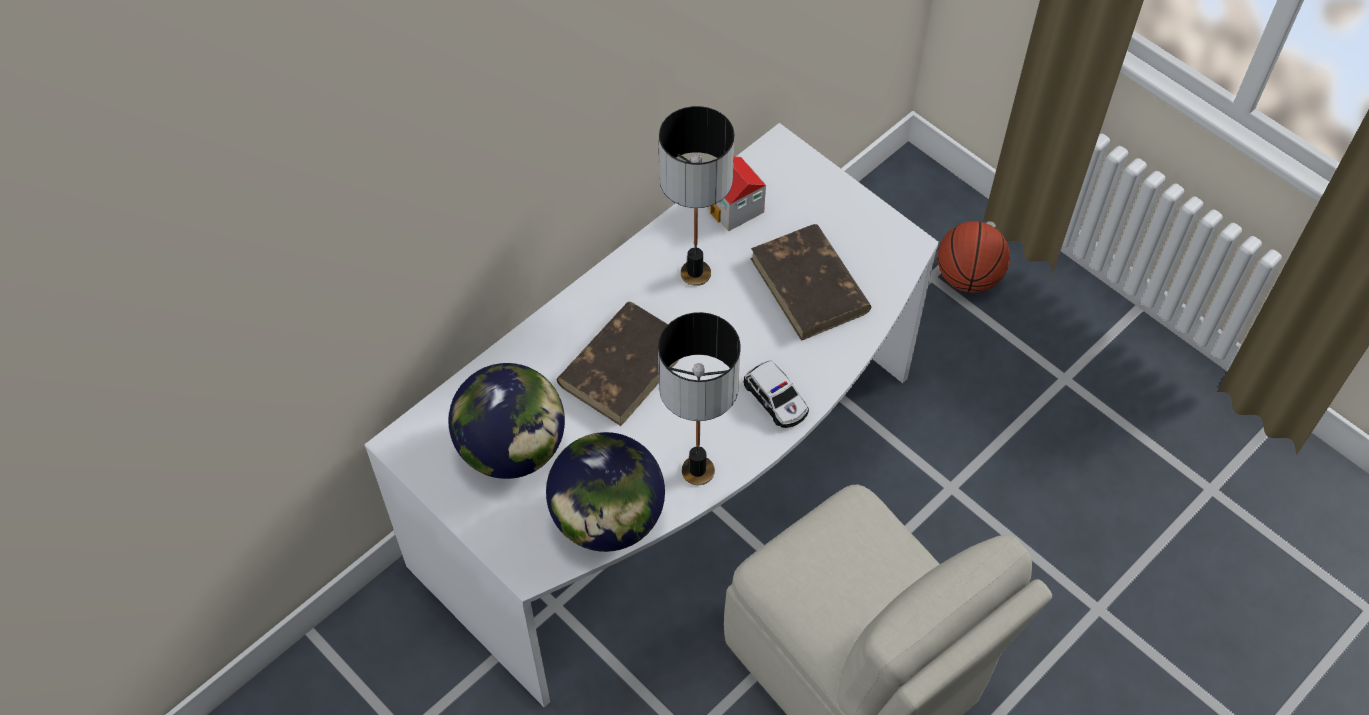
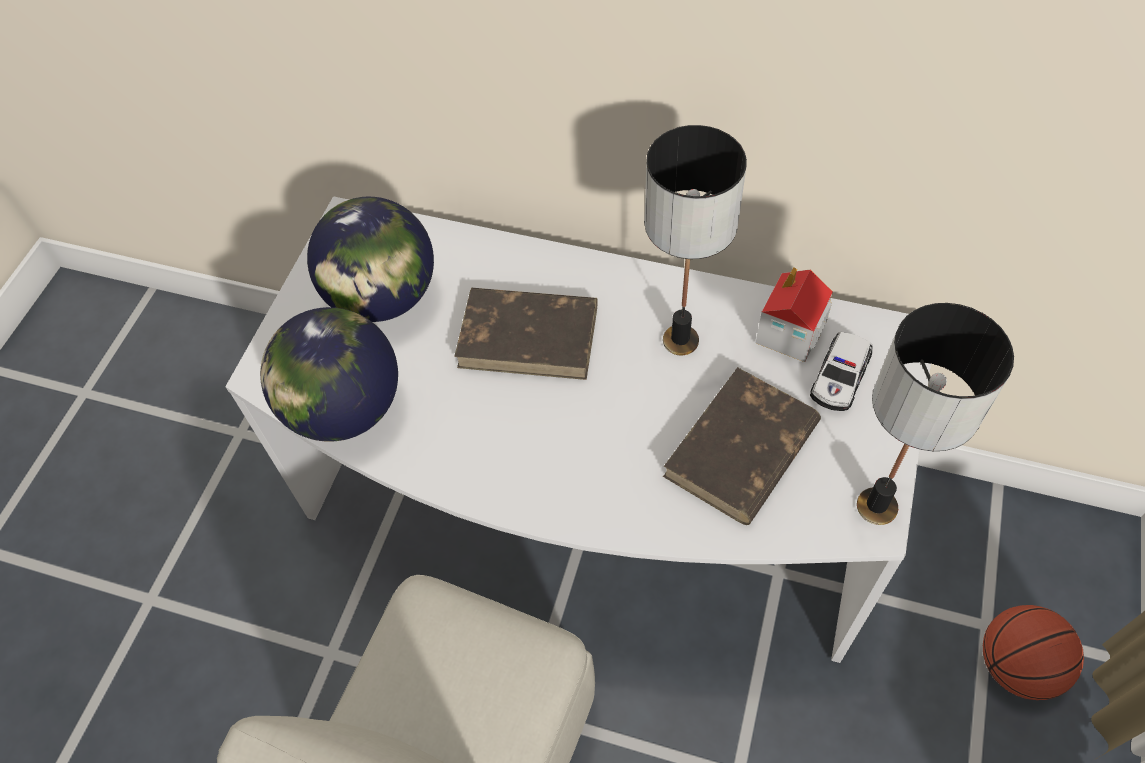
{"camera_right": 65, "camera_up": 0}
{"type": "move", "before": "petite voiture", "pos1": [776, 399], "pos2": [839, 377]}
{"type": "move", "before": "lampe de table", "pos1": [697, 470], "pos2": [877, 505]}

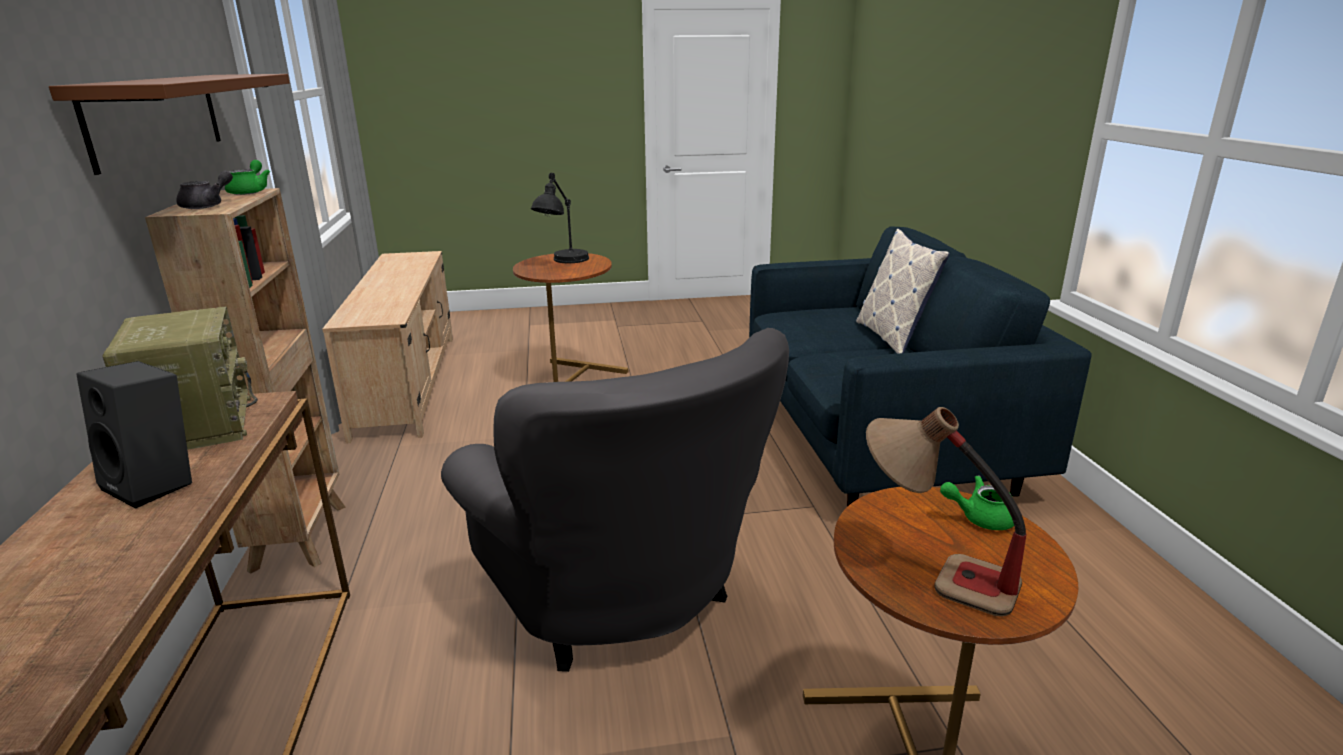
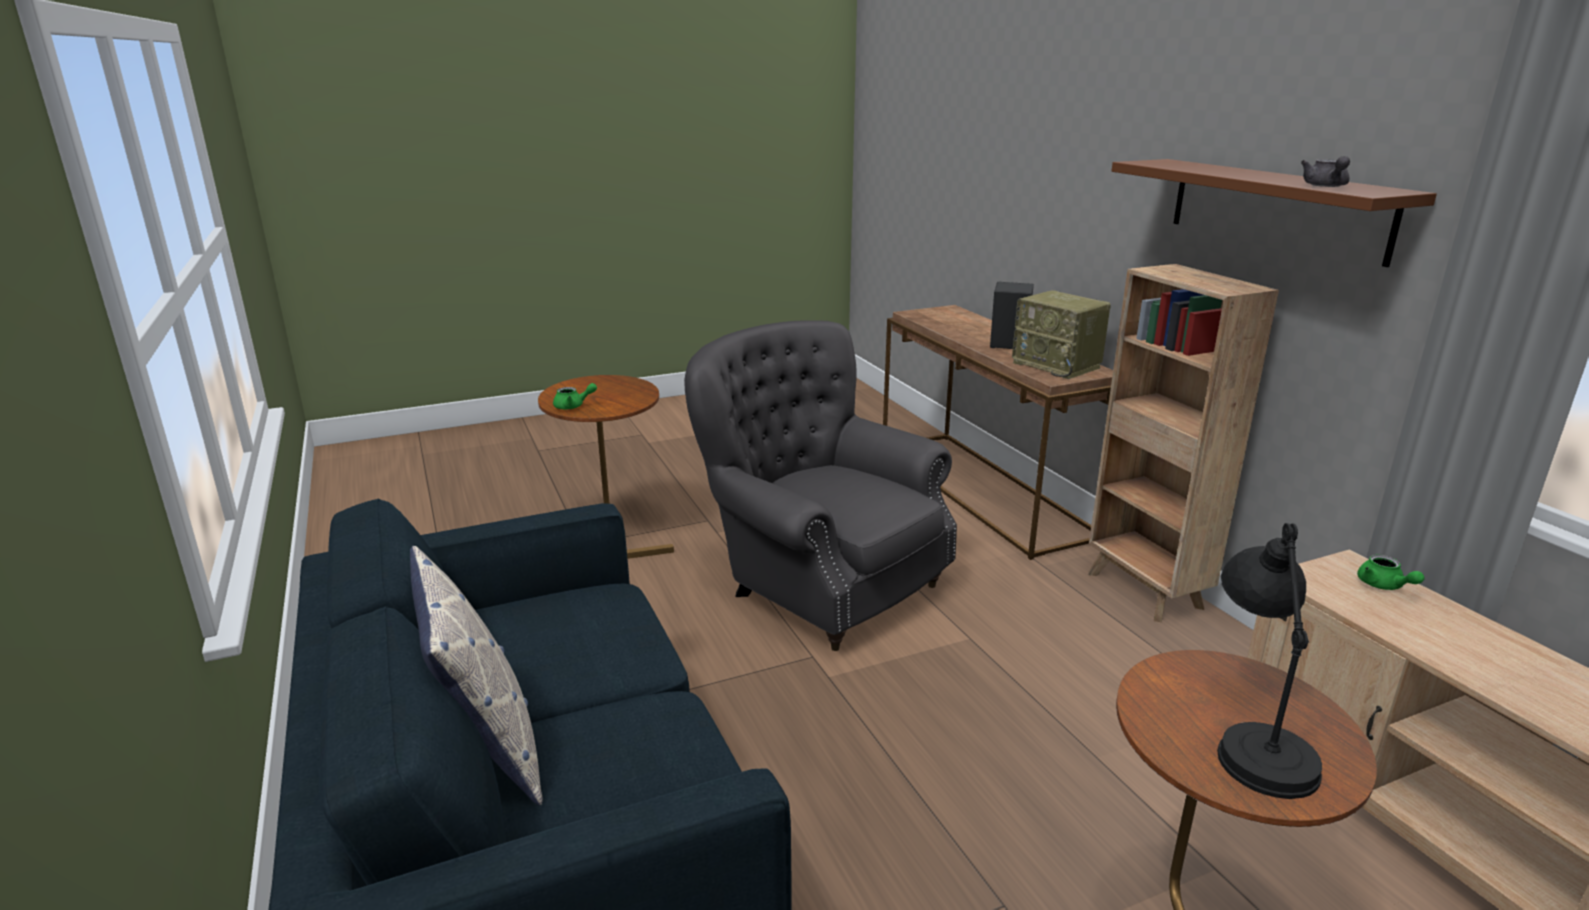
{"camera_right": 165, "camera_up": 0}
{"type": "move", "before": "théière (gris)", "pos1": [208, 205], "pos2": [1326, 186]}
{"type": "move", "before": "théière (vert)", "pos1": [250, 191], "pos2": [1383, 586]}
{"type": "delete", "before": "lampe de table", "pos1": [932, 573]}

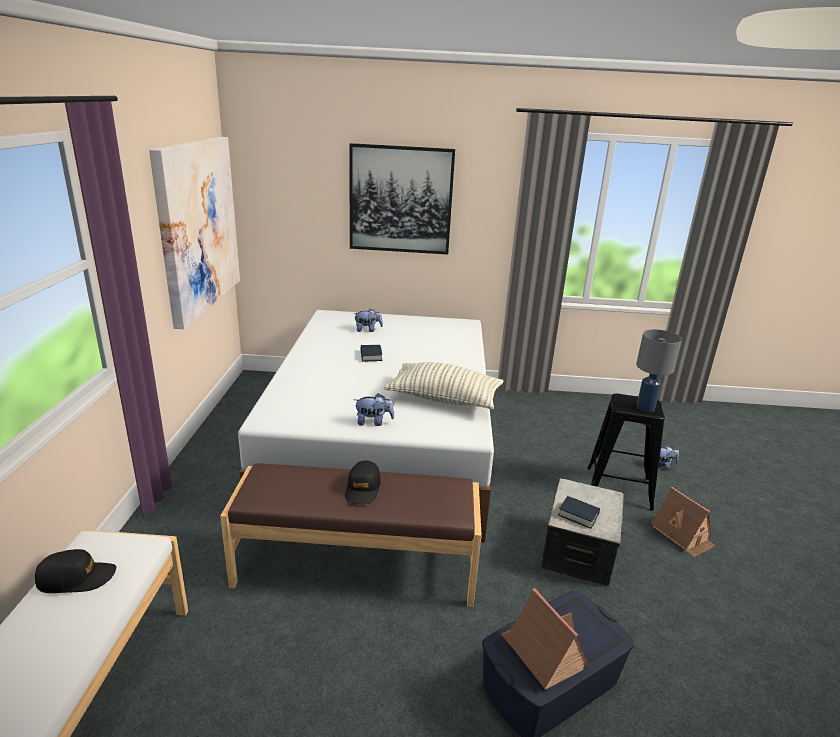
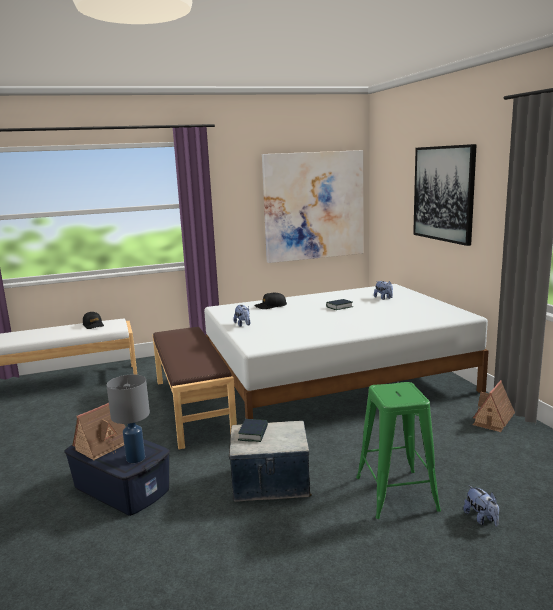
{"camera_right": 70, "camera_up": -10}
{"type": "move", "before": "lampe de table (gris)", "pos1": [645, 408], "pos2": [135, 458]}
{"type": "move", "before": "casquette (noir)", "pos1": [363, 488], "pos2": [270, 306]}
{"type": "recolor", "before": "tabouret (noir)", "after": "tabouret (vert)", "pos1": [618, 488], "pos2": [396, 493]}
{"type": "move", "before": "maison miniature", "pos1": [682, 535], "pos2": [492, 420]}
{"type": "delete", "before": "coussin", "pos1": [444, 399]}

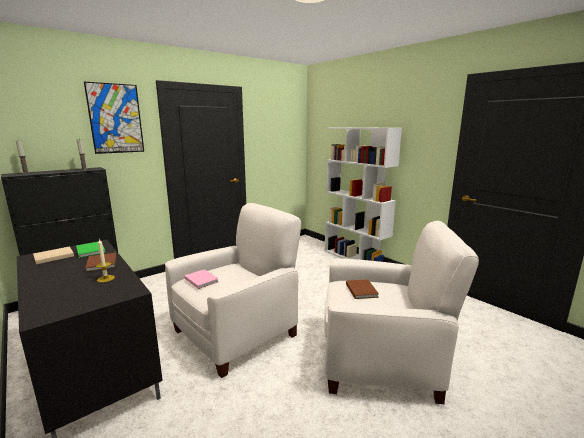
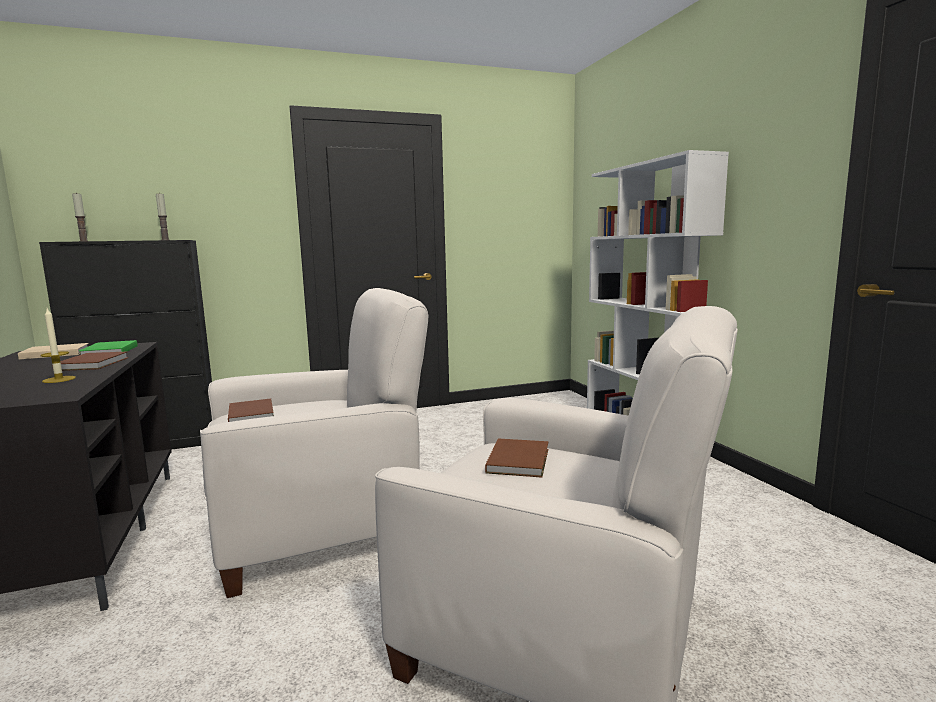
{"camera_right": 20, "camera_up": -5}
{"type": "recolor", "before": "livre (rose)", "after": "livre (marron)", "pos1": [201, 279], "pos2": [252, 413]}
{"type": "delete", "before": "tableau", "pos1": [115, 118]}

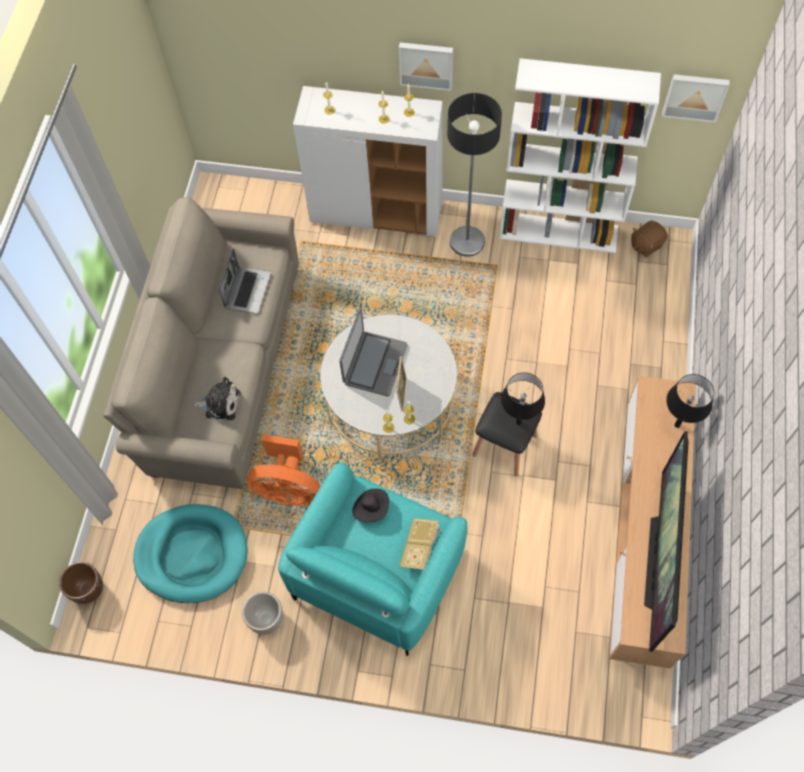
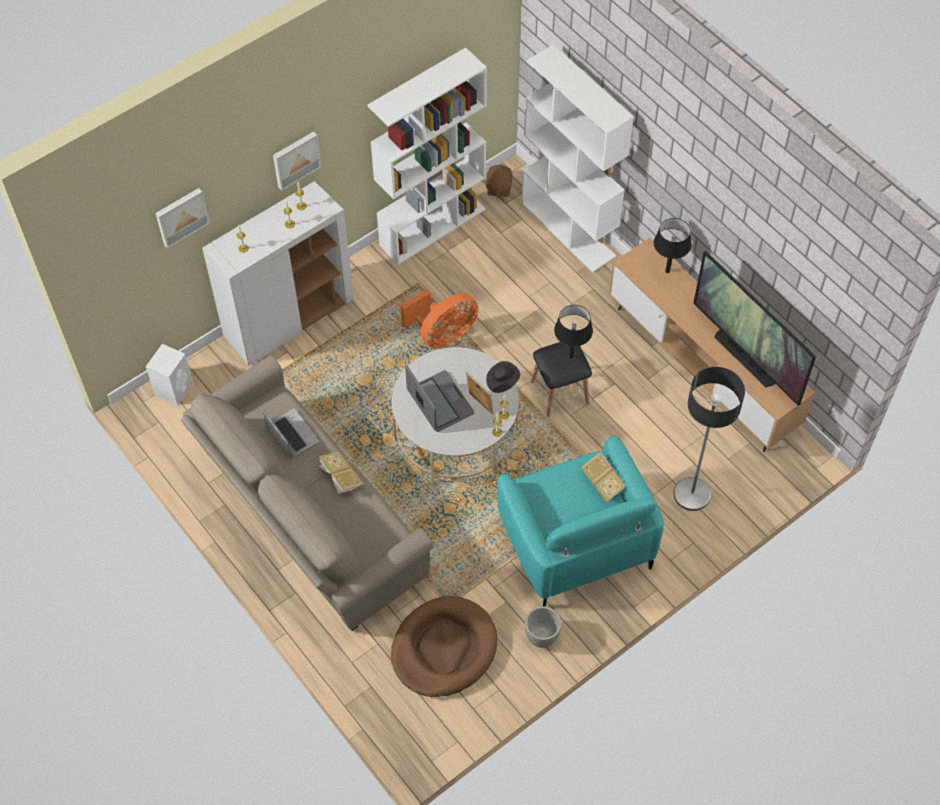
{"camera_right": -50, "camera_up": -5}
{"type": "insert", "after": "enceinte (blanc)", "pos2": [174, 388]}
{"type": "move", "before": "tableau", "pos1": [695, 96], "pos2": [181, 216]}
{"type": "insert", "after": "livre", "pos2": [340, 478]}
{"type": "recolor", "before": "panier pour chien (turquoise)", "after": "panier pour chien (marron)", "pos1": [192, 554], "pos2": [444, 648]}
{"type": "move", "before": "ventilateur (orange)", "pos1": [288, 489], "pos2": [442, 334]}
{"type": "move", "before": "chapeau (noir)", "pos1": [371, 508], "pos2": [502, 381]}
{"type": "insert", "after": "bibliothèque (blanc)", "pos2": [569, 229]}
{"type": "move", "before": "lampadaire", "pos1": [467, 241], "pos2": [691, 494]}
{"type": "delete", "before": "cache-pot (marron)", "pos1": [89, 590]}
{"type": "delete", "before": "peluche", "pos1": [220, 403]}

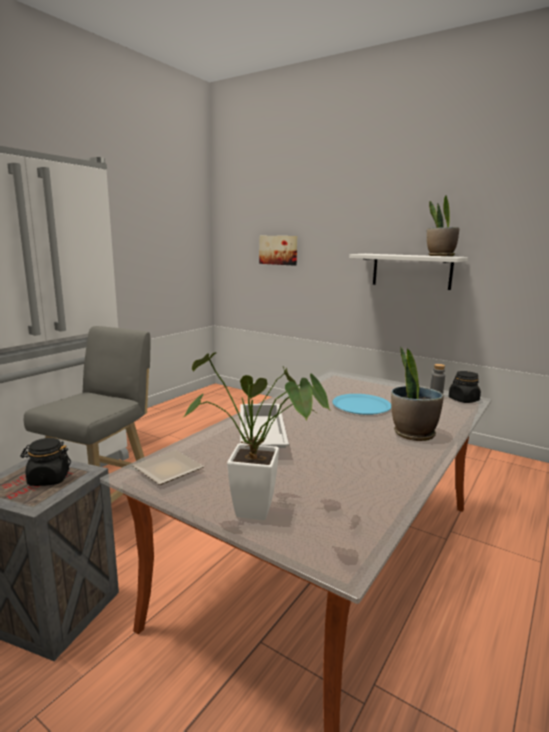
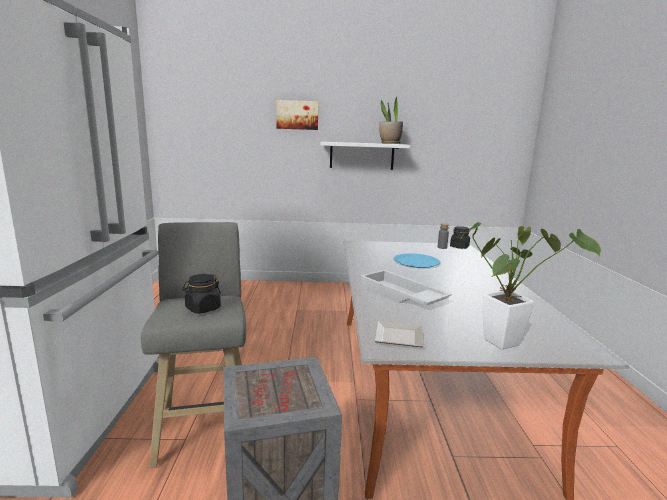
{"camera_right": -35, "camera_up": 0}
{"type": "move", "before": "bocal (noir)", "pos1": [48, 479], "pos2": [203, 308]}
{"type": "move", "before": "tableau", "pos1": [278, 250], "pos2": [297, 115]}
{"type": "delete", "before": "plante en pot", "pos1": [412, 434]}

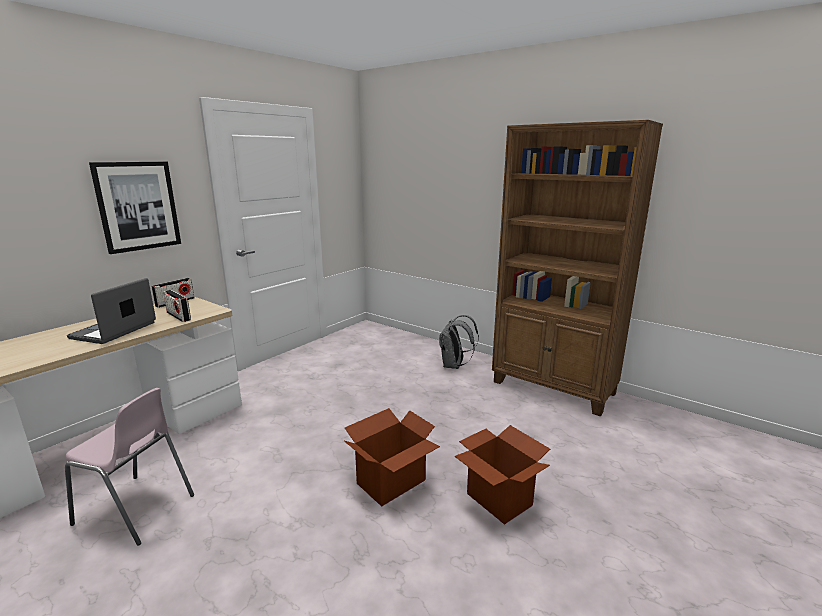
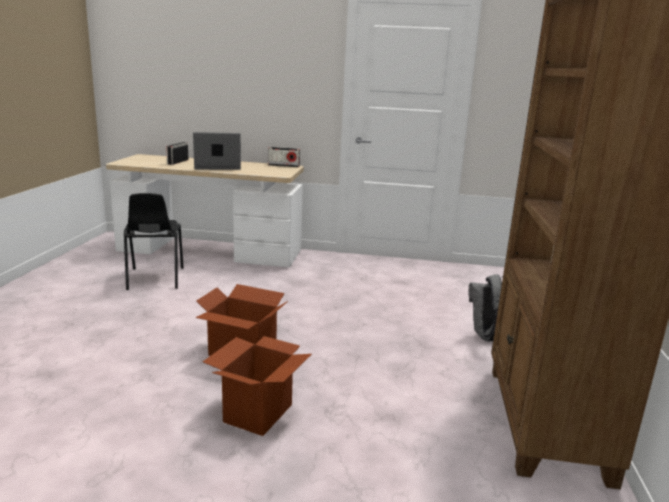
{"camera_right": 60, "camera_up": 0}
{"type": "recolor", "before": "chaise (rose)", "after": "chaise (noir)", "pos1": [136, 510], "pos2": [154, 279]}
{"type": "move", "before": "radio", "pos1": [178, 316], "pos2": [178, 162]}
{"type": "delete", "before": "tableau", "pos1": [138, 206]}

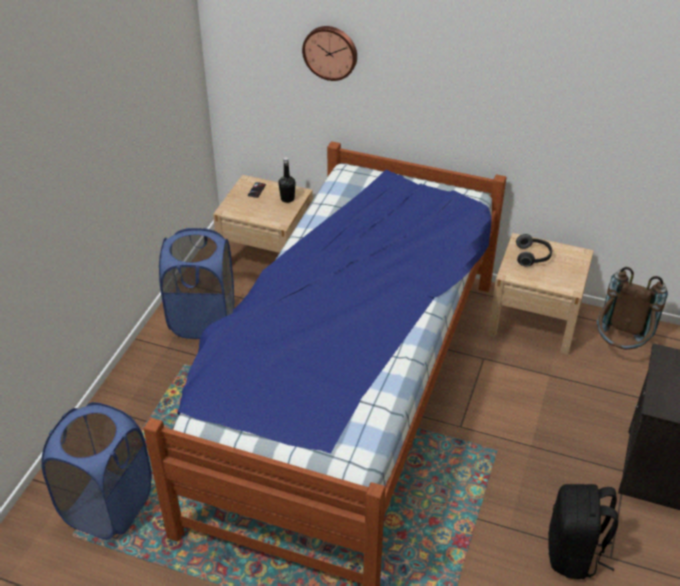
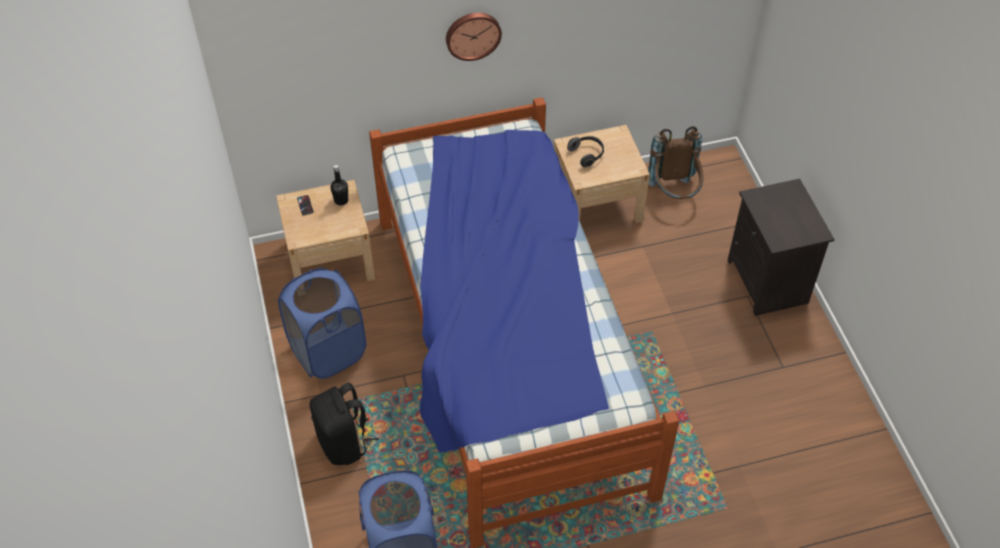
{"camera_right": -35, "camera_up": 10}
{"type": "move", "before": "sac à dos (noir)", "pos1": [574, 553], "pos2": [344, 442]}
{"type": "move", "before": "horloge murale", "pos1": [330, 52], "pos2": [472, 34]}

